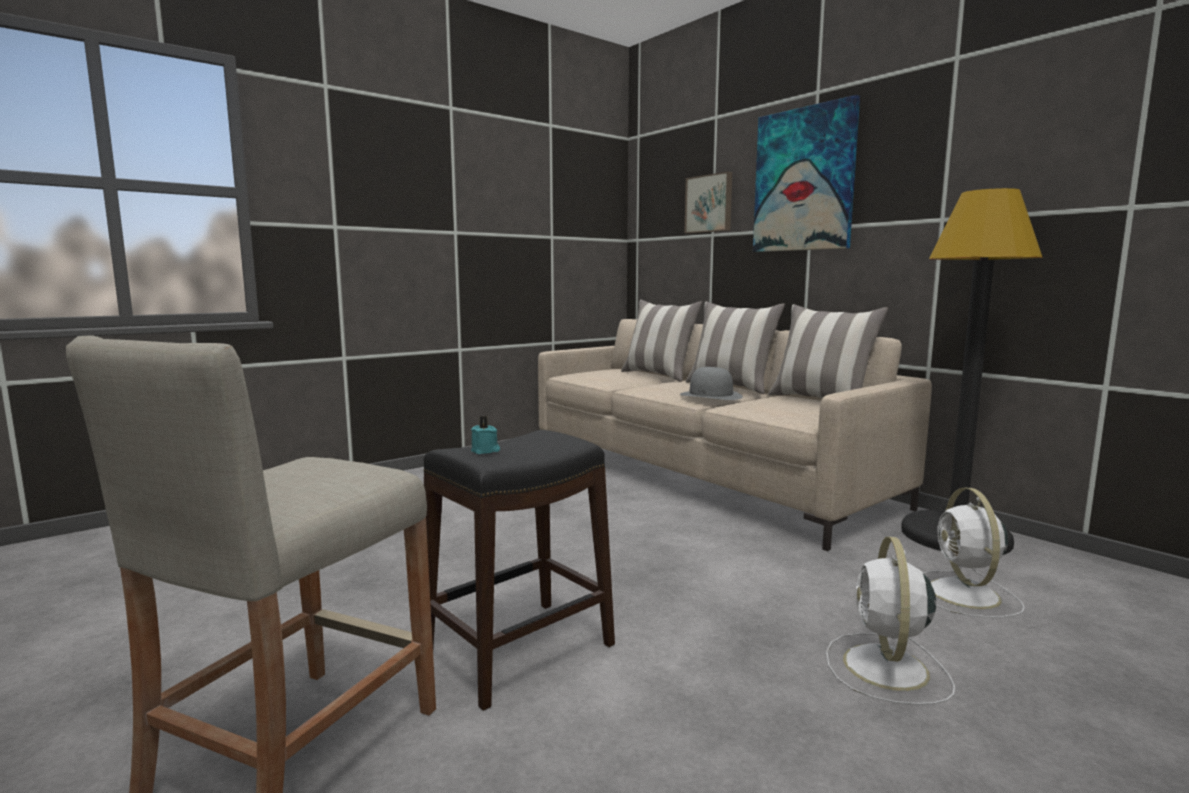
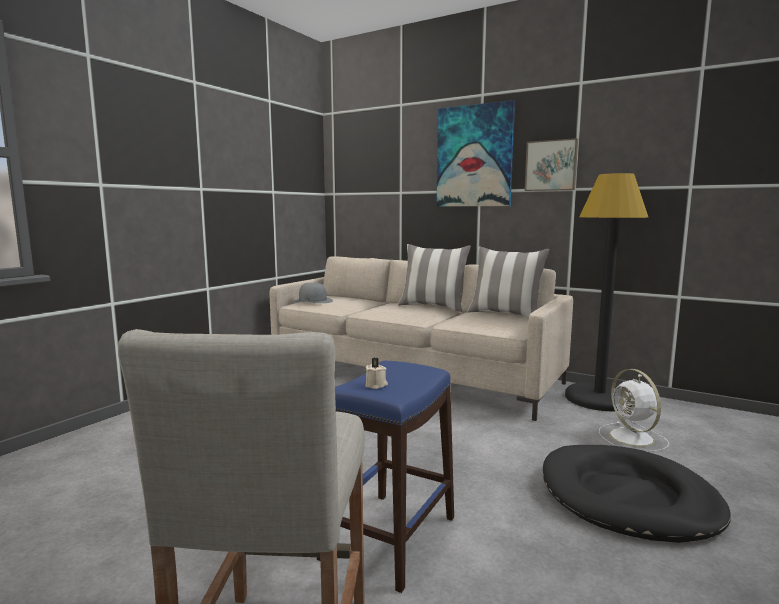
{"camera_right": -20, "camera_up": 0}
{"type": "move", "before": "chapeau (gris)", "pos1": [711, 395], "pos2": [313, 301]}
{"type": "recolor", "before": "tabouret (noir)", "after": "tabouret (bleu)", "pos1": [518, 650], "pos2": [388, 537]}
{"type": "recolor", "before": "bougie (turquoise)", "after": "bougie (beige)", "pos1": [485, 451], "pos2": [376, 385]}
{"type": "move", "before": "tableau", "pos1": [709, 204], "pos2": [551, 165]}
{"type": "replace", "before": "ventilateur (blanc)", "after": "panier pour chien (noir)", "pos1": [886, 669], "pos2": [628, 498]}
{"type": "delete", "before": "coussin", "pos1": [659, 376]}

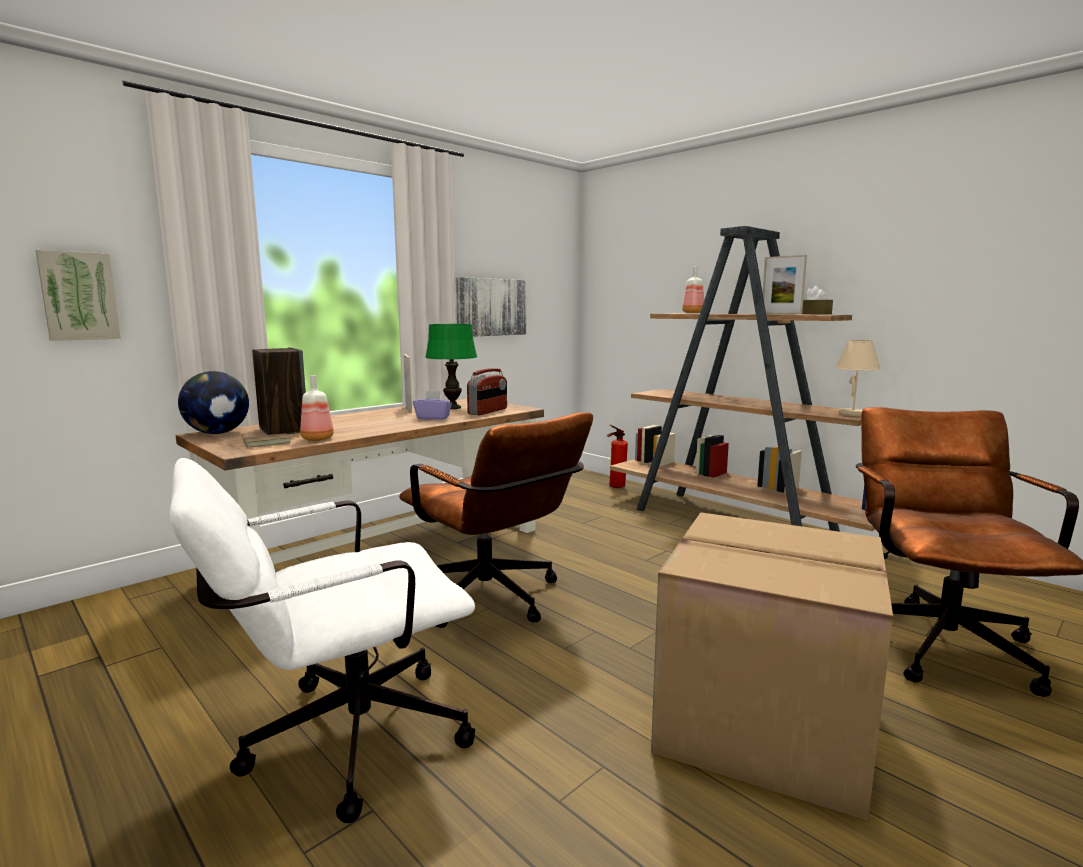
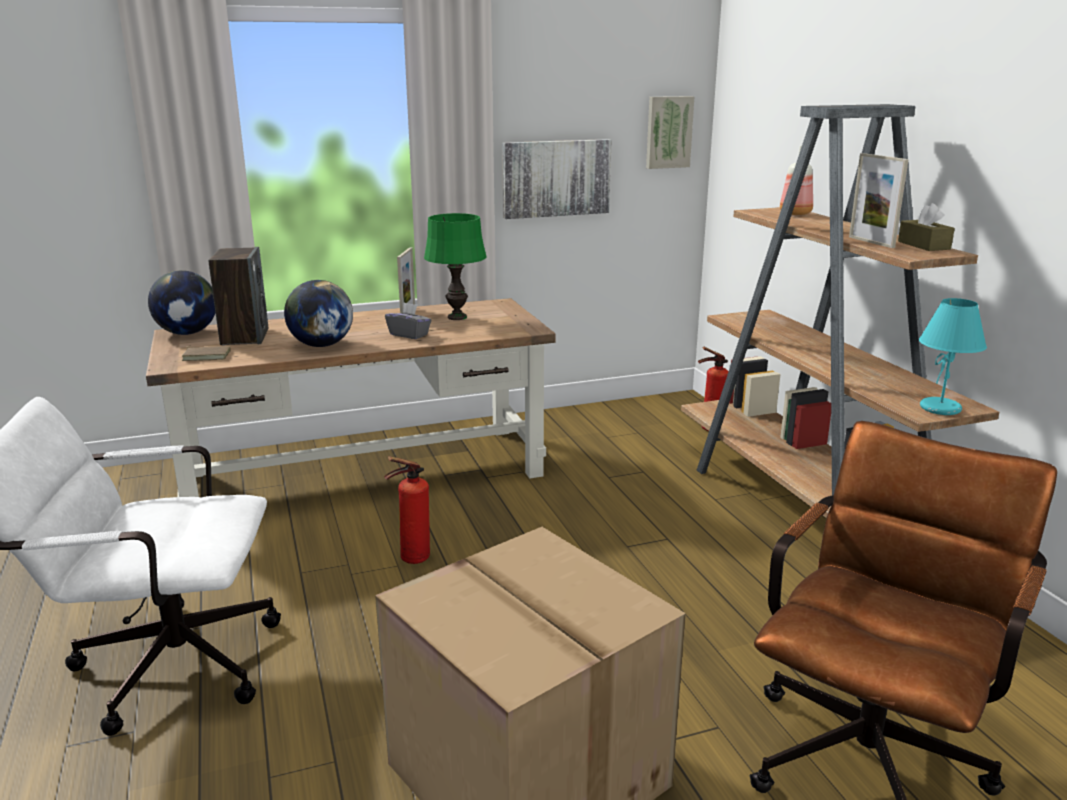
{"camera_right": 25, "camera_up": 10}
{"type": "insert", "after": "globe", "pos2": [321, 345]}
{"type": "replace", "before": "chaise de bureau (marron)", "after": "extincteur", "pos1": [494, 601], "pos2": [411, 559]}
{"type": "recolor", "before": "boîte à mouchoirs (violet)", "after": "boîte à mouchoirs (gris)", "pos1": [433, 418], "pos2": [409, 335]}
{"type": "move", "before": "tableau", "pos1": [79, 296], "pos2": [668, 132]}
{"type": "recolor", "before": "lampe de table (beige)", "after": "lampe de table (turquoise)", "pos1": [853, 414], "pos2": [940, 409]}
{"type": "delete", "before": "bouteille", "pos1": [317, 439]}
{"type": "delete", "before": "radio", "pos1": [488, 411]}

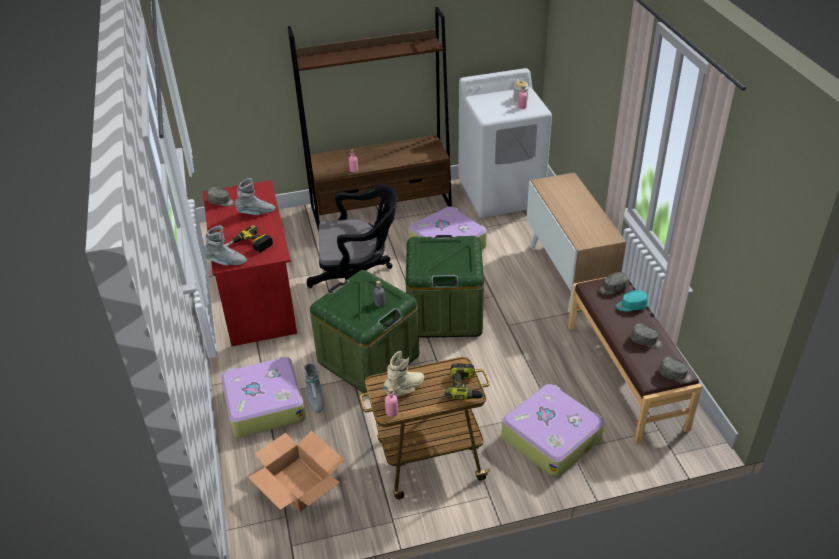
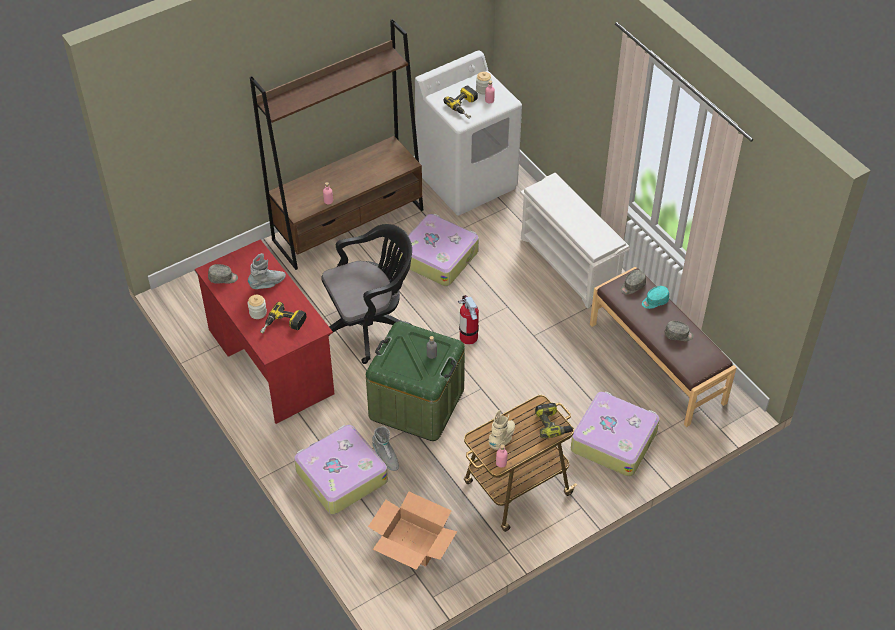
{"camera_right": -20, "camera_up": 10}
{"type": "insert", "after": "bocal", "pos2": [258, 313]}
{"type": "insert", "after": "perceuse", "pos2": [465, 106]}
{"type": "replace", "before": "boîte de rangement (vert)", "after": "extincteur", "pos1": [444, 313], "pos2": [468, 337]}
{"type": "replace", "before": "meuble de rangement", "after": "étagère à chaussures (blanc)", "pos1": [569, 274], "pos2": [570, 265]}
{"type": "delete", "before": "botte (gris)", "pos1": [226, 262]}
{"type": "delete", "before": "casquette (gris)", "pos1": [675, 375]}

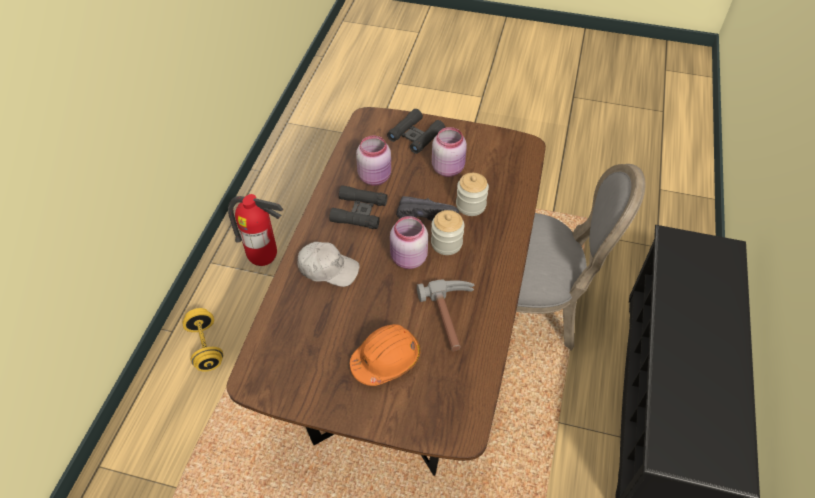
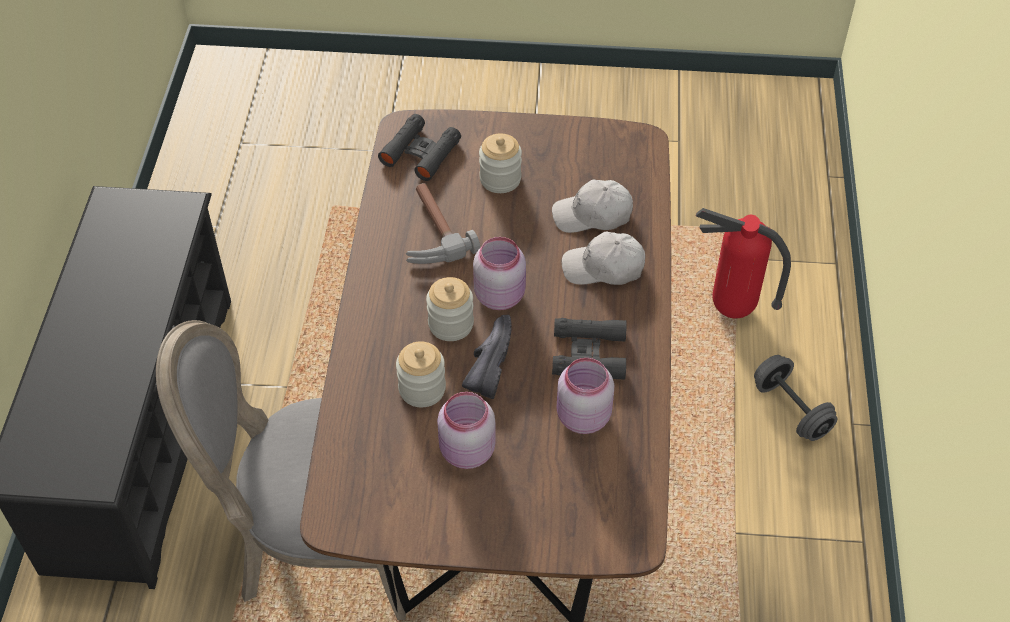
{"camera_right": 170, "camera_up": 0}
{"type": "move", "before": "jumelles (noir)", "pos1": [415, 136], "pos2": [420, 153]}
{"type": "rotate", "before": "chaussure (noir)", "pos1": [426, 214], "pos2": [487, 365], "turn": 105}
{"type": "replace", "before": "casque de chantier (orange)", "after": "bocal", "pos1": [386, 359], "pos2": [500, 179]}
{"type": "insert", "after": "casquette (blanc)", "pos2": [592, 215]}
{"type": "move", "before": "extincteur", "pos1": [264, 259], "pos2": [732, 310]}
{"type": "recolor", "before": "haltère (jaune)", "after": "haltère (gris)", "pos1": [206, 347], "pos2": [791, 410]}

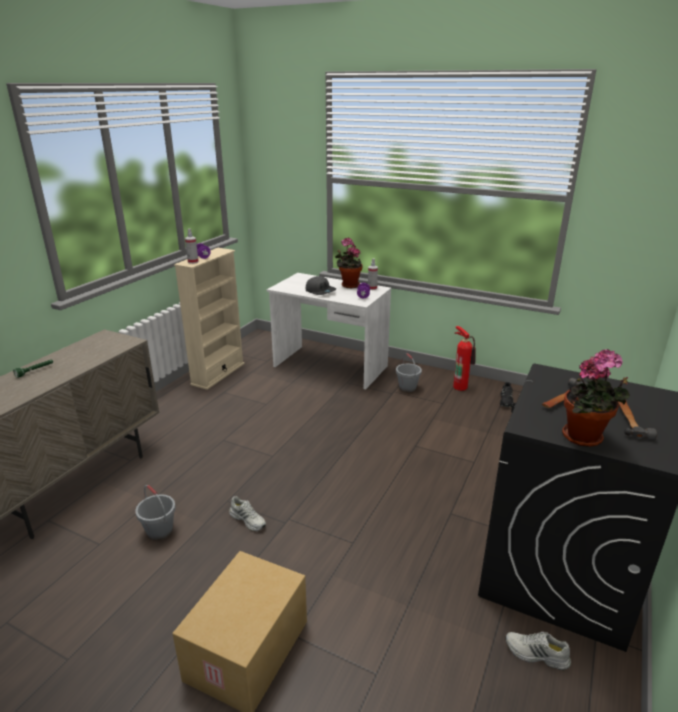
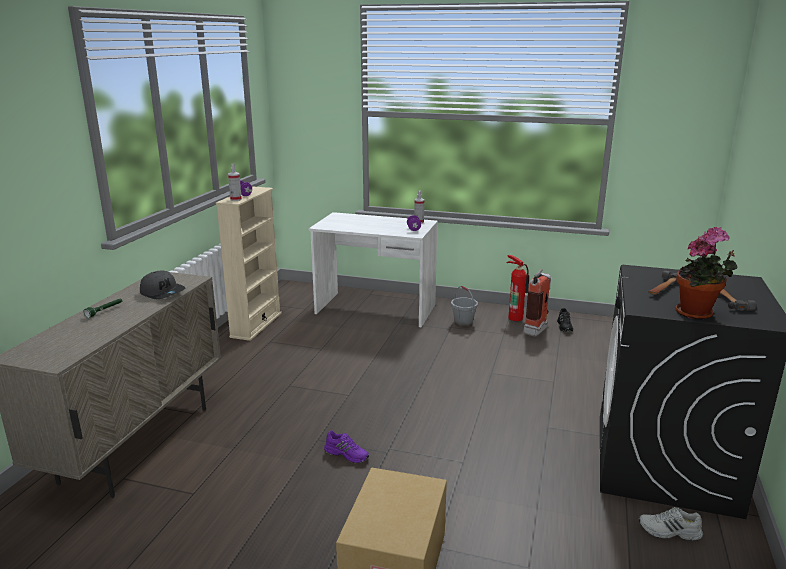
{"camera_right": -10, "camera_up": -5}
{"type": "move", "before": "casquette (gris)", "pos1": [320, 291], "pos2": [163, 292]}
{"type": "recolor", "before": "chaussure (blanc)", "after": "chaussure (violet)", "pos1": [248, 519], "pos2": [347, 454]}
{"type": "insert", "after": "extincteur", "pos2": [537, 329]}
{"type": "delete", "before": "seau (gris)", "pos1": [159, 531]}
{"type": "delete", "before": "plante en pot", "pos1": [348, 285]}

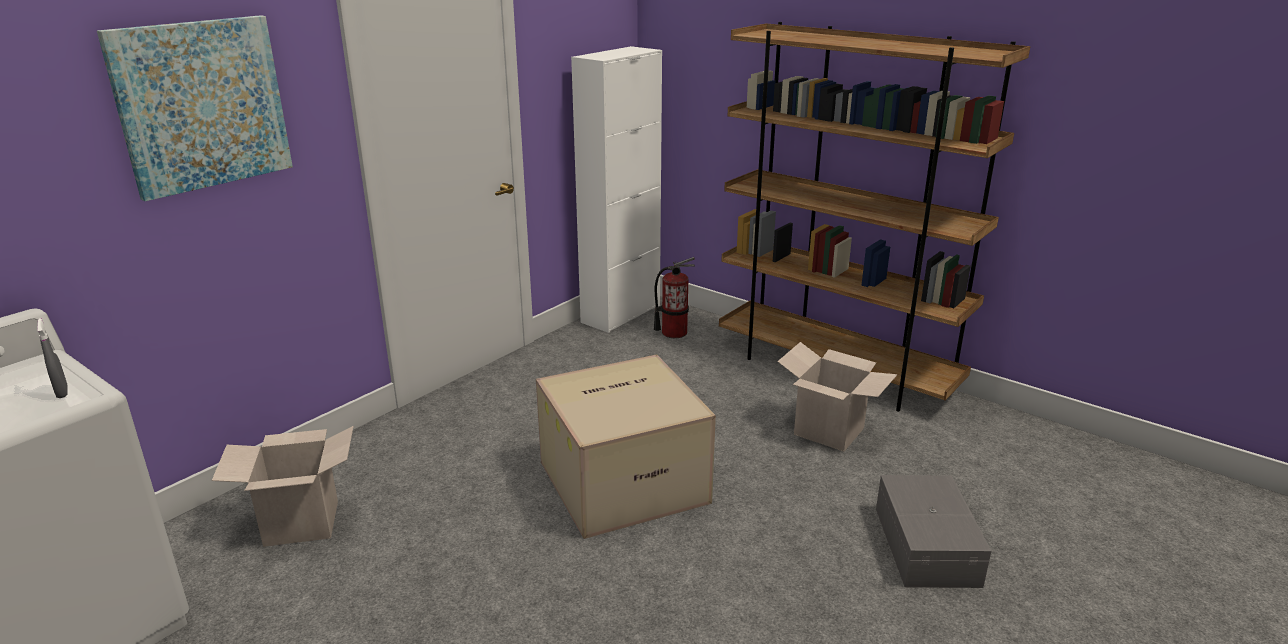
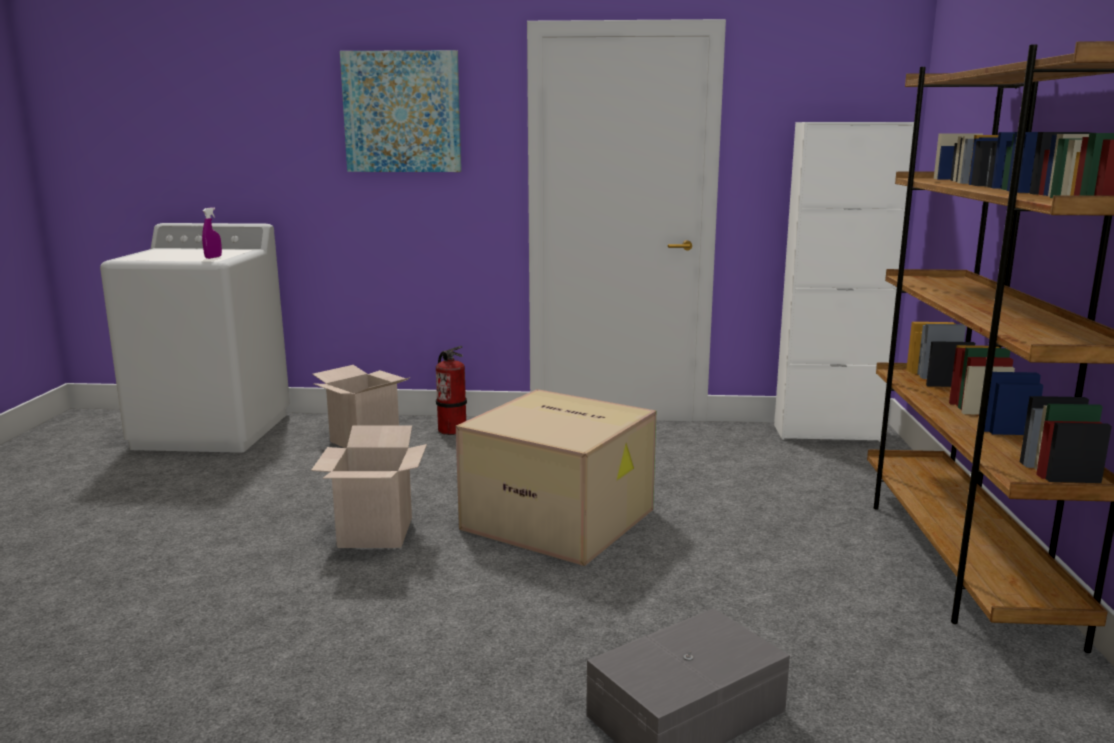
{"camera_right": 55, "camera_up": -10}
{"type": "recolor", "before": "vaporisateur (gris)", "after": "vaporisateur (violet)", "pos1": [62, 392], "pos2": [213, 257]}
{"type": "move", "before": "carton", "pos1": [829, 431], "pos2": [375, 533]}
{"type": "move", "before": "extincteur", "pos1": [674, 332], "pos2": [452, 430]}

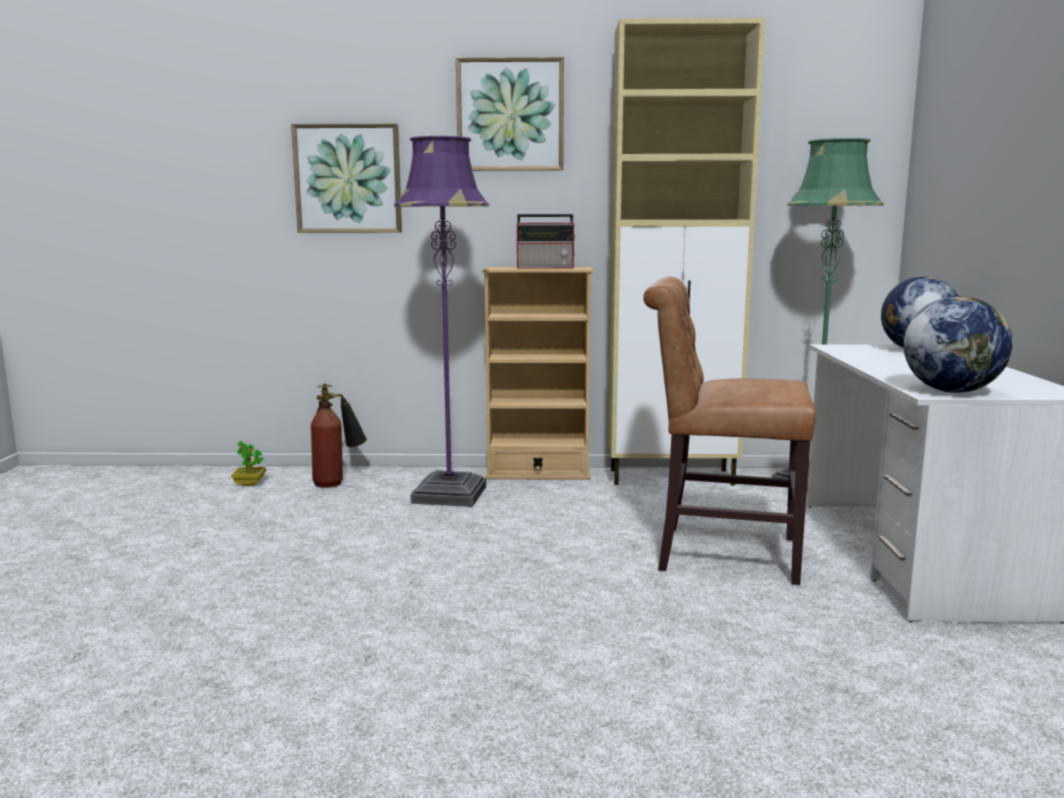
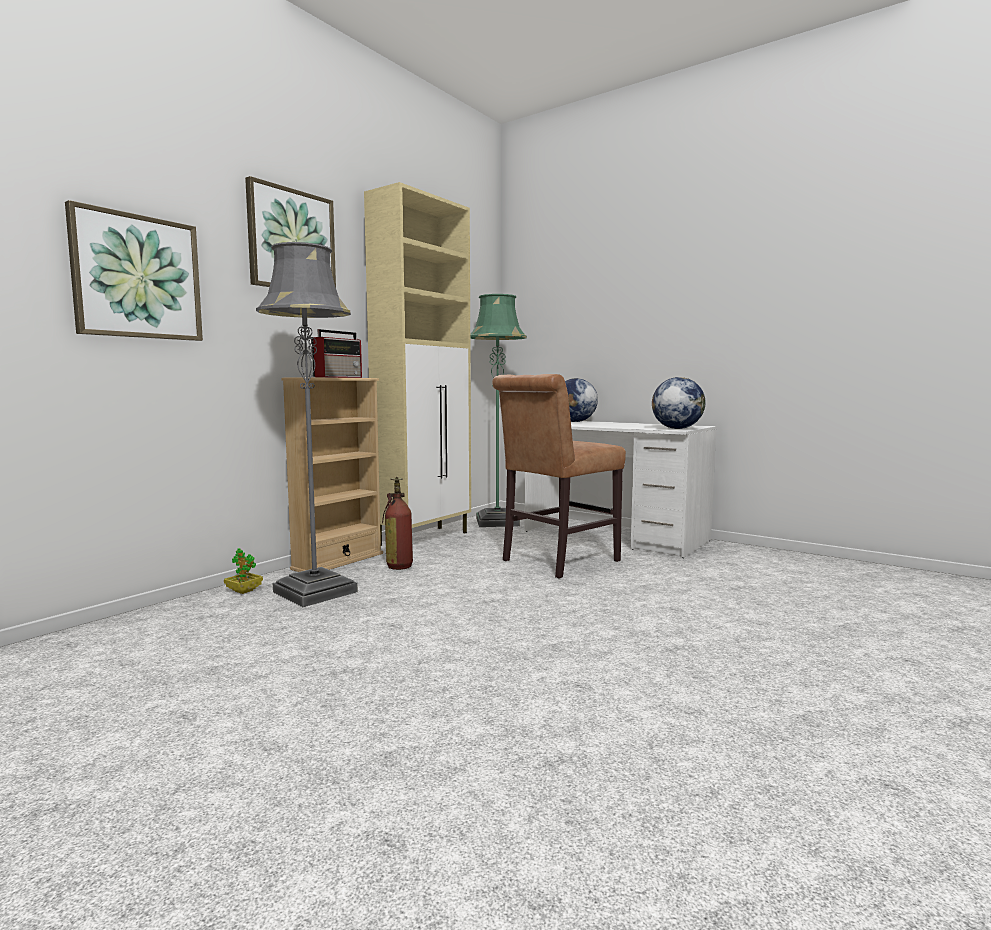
{"camera_right": -55, "camera_up": -5}
{"type": "move", "before": "plante en pot", "pos1": [249, 484], "pos2": [244, 591]}
{"type": "recolor", "before": "lampadaire (violet)", "after": "lampadaire (gris)", "pos1": [449, 495], "pos2": [315, 592]}
{"type": "move", "before": "extincteur", "pos1": [338, 481], "pos2": [398, 564]}

